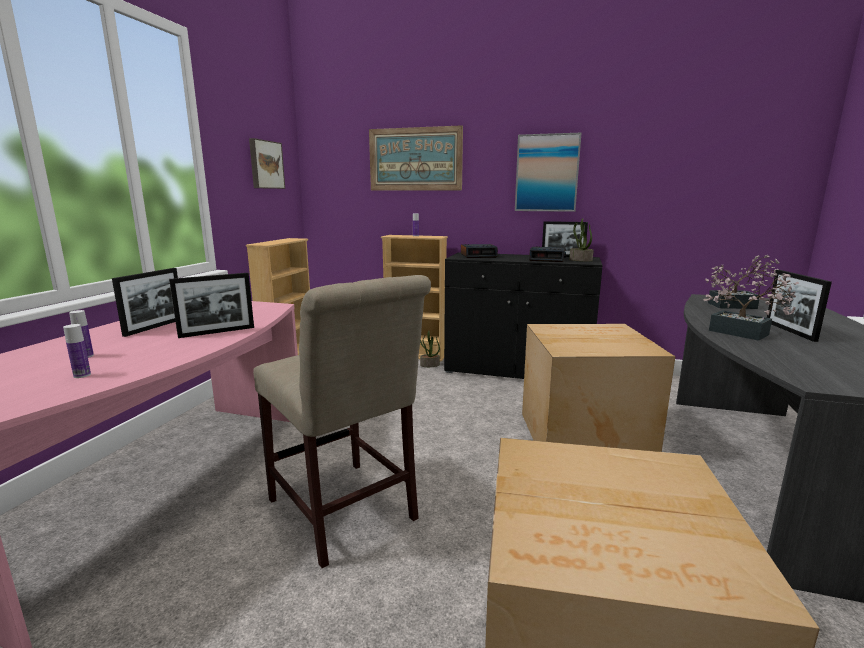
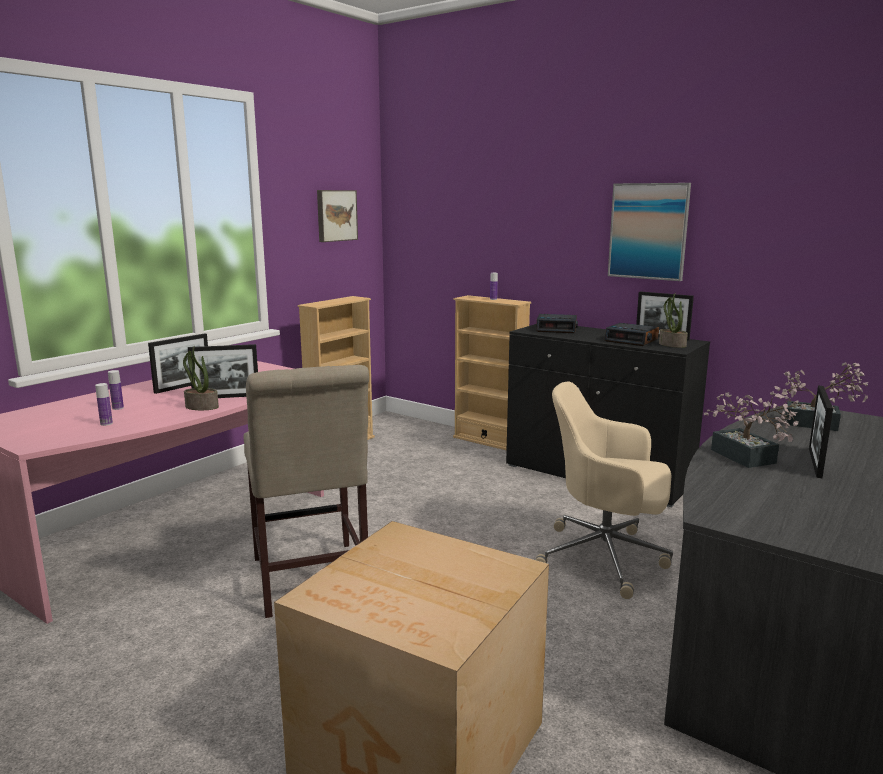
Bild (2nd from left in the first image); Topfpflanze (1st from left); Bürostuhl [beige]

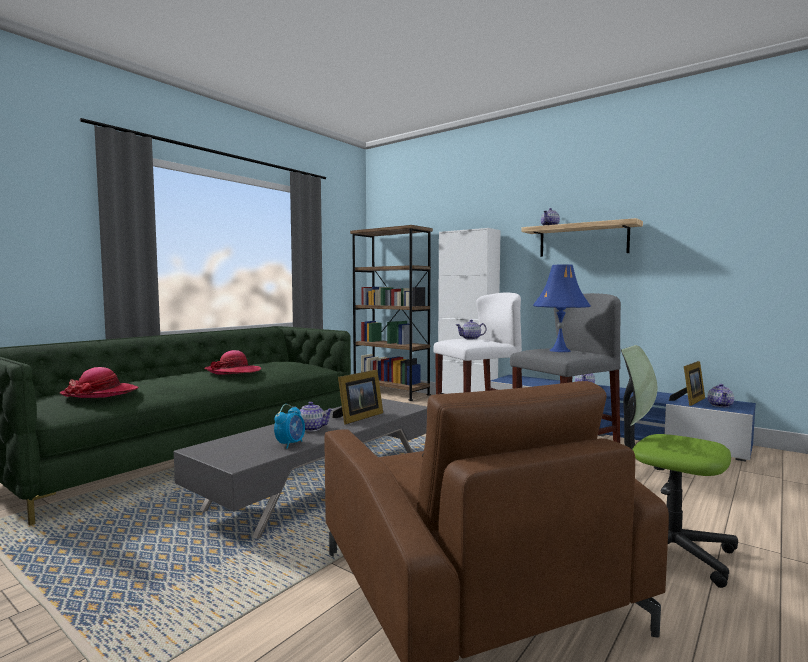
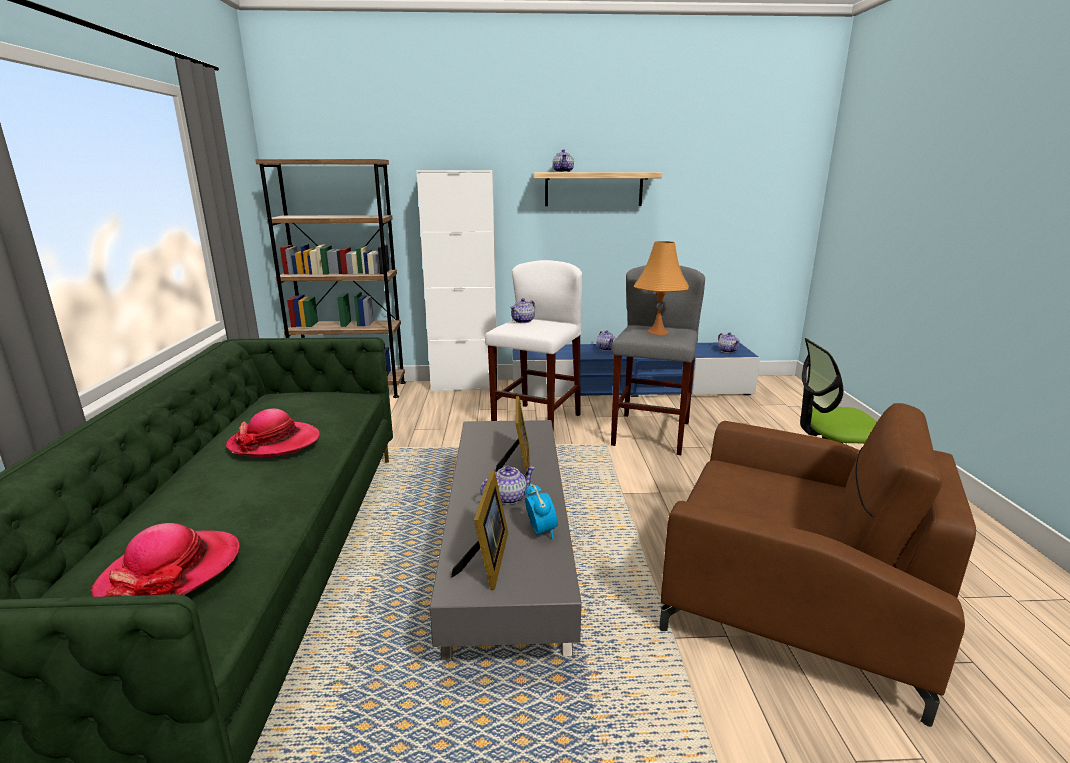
Tischlampe [orange]; Bilderrahmen (1st from left)

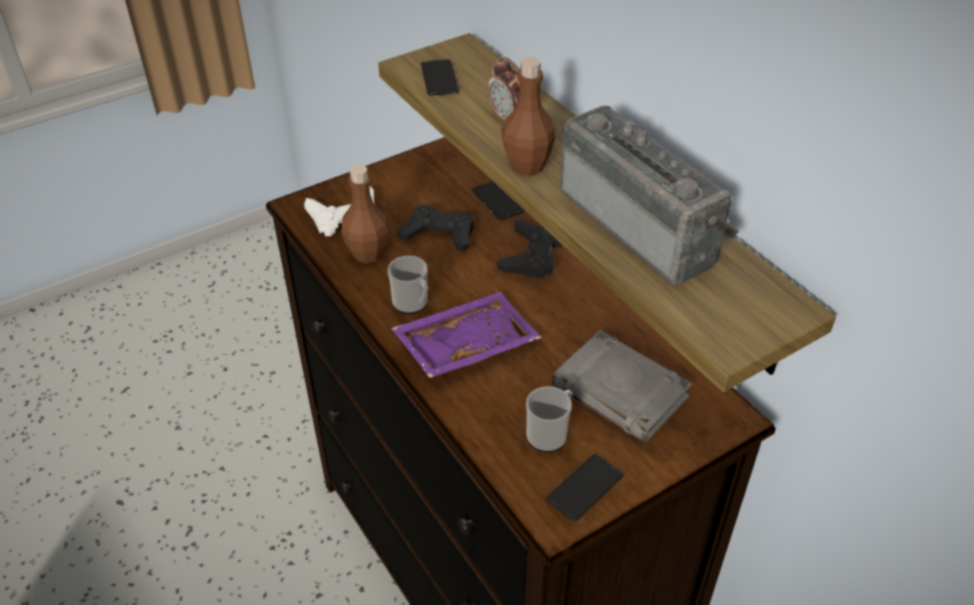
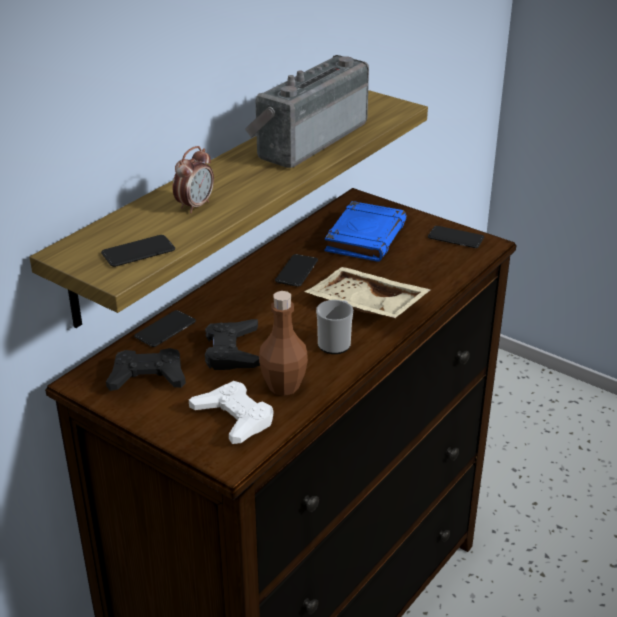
Tablett [beige]; Gamepad [schwarz] (1st from left); Flasche [braun] (2nd from left in the first image); Henkelbecher (2nd from left in the first image); Buch [blau]; Handy (3rd from left)

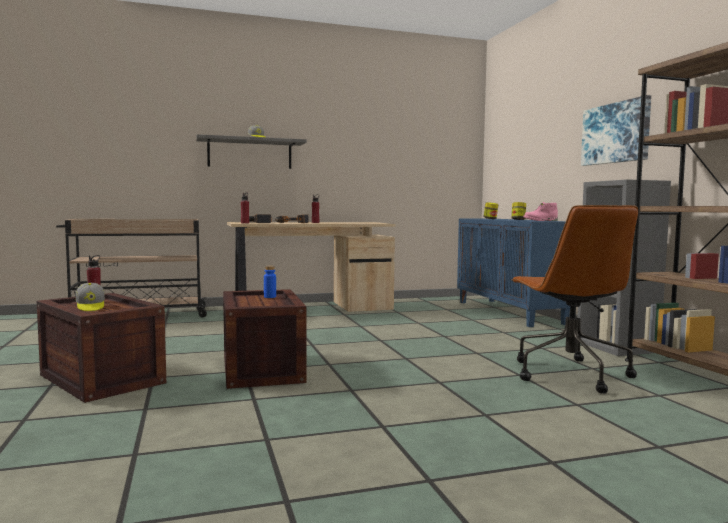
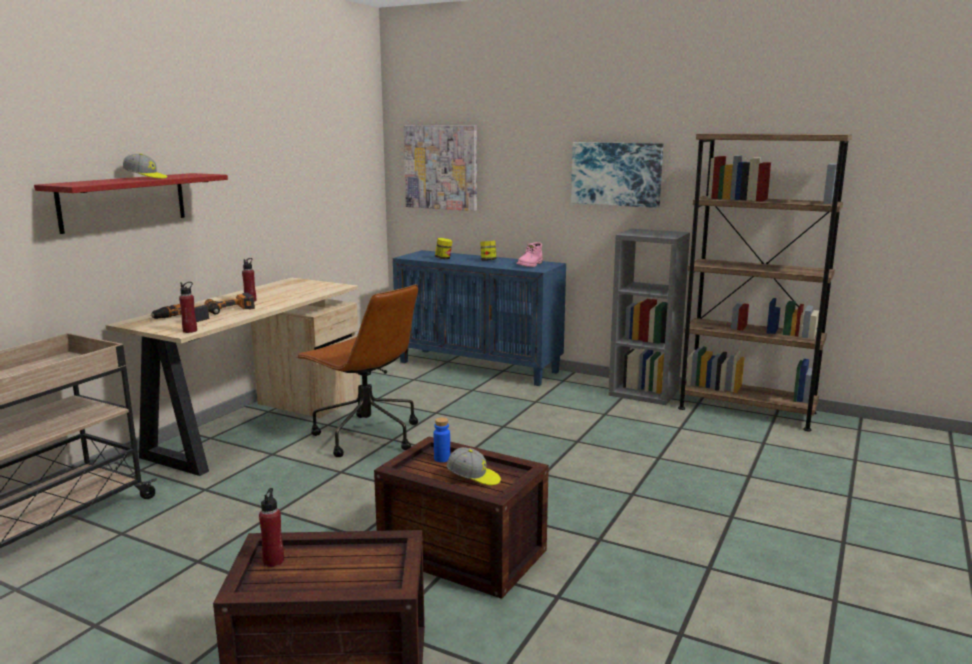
Kappe (2nd from left); Wandregal [rot]; Bürostuhl [braun]; Bild (1st from left)

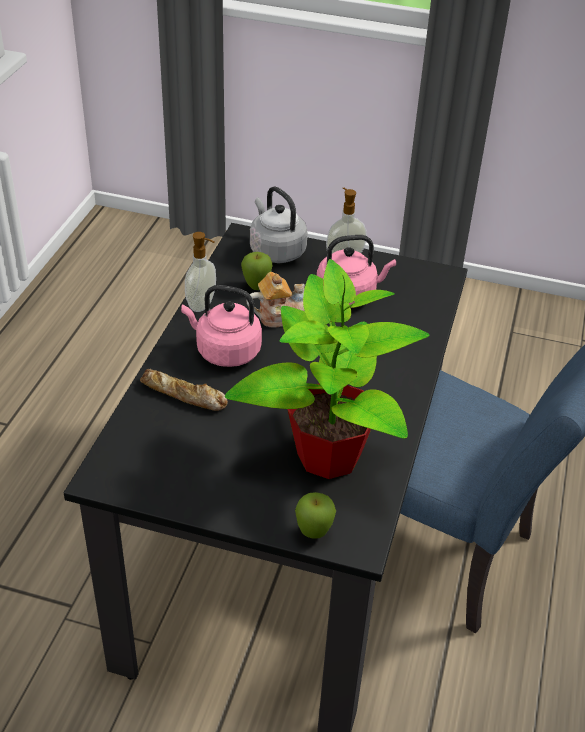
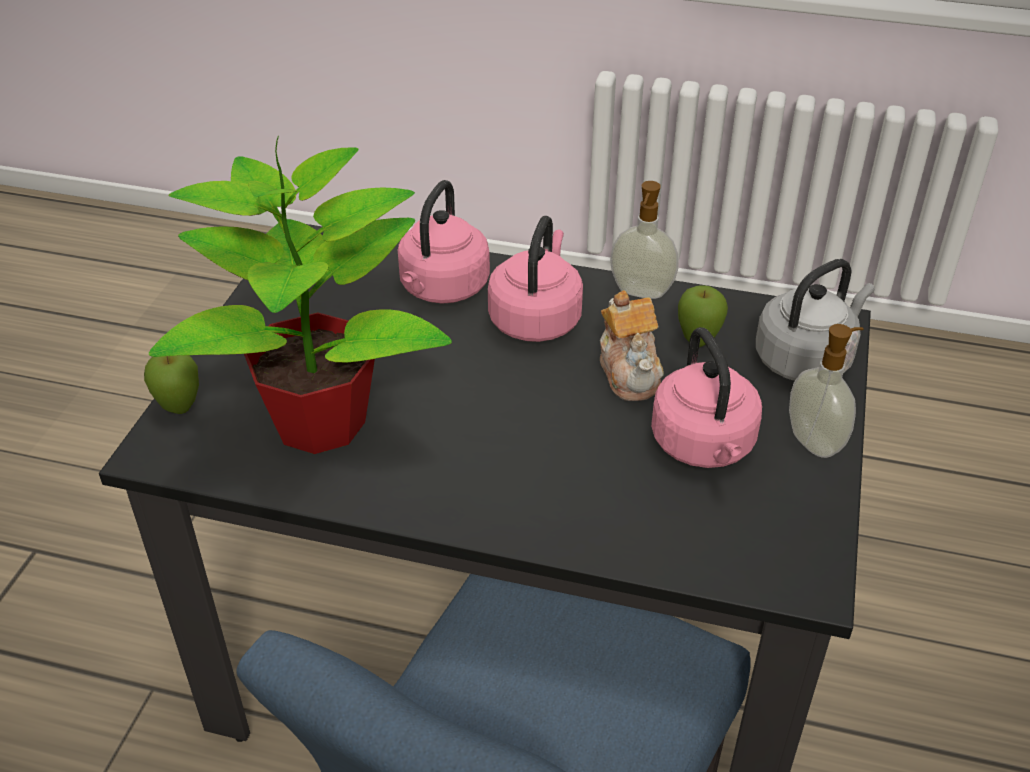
Wasserkessel [rosa] (1st from left)

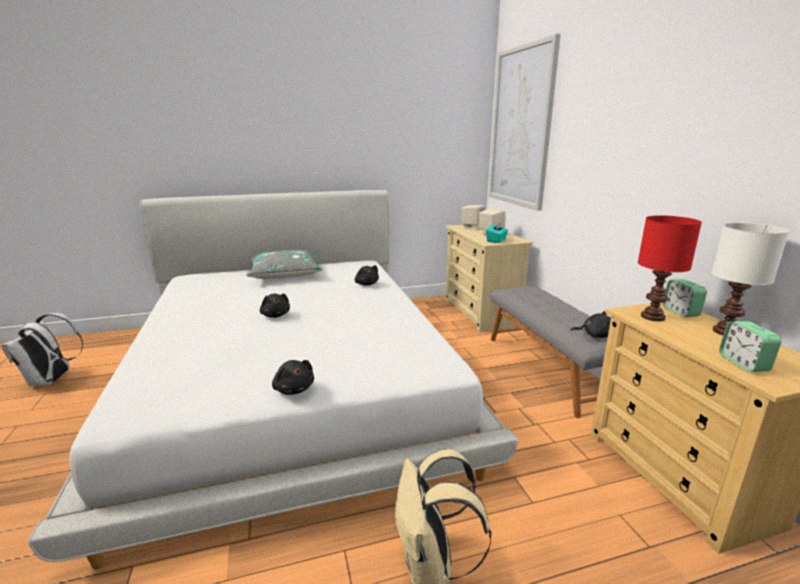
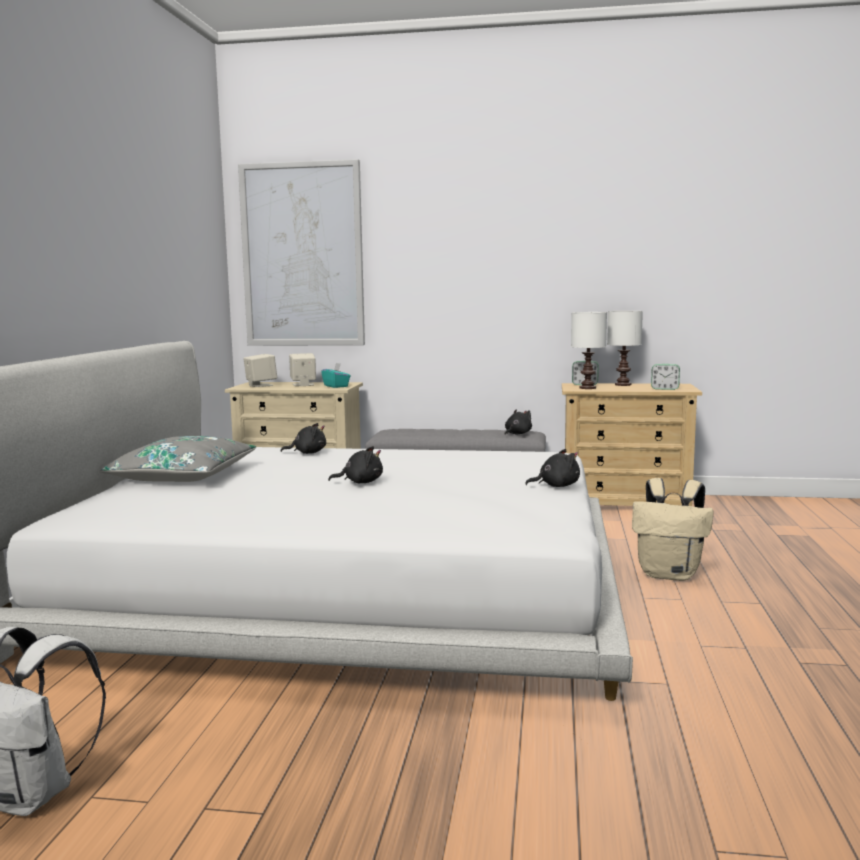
Tischlampe [weiß] (1st from left)

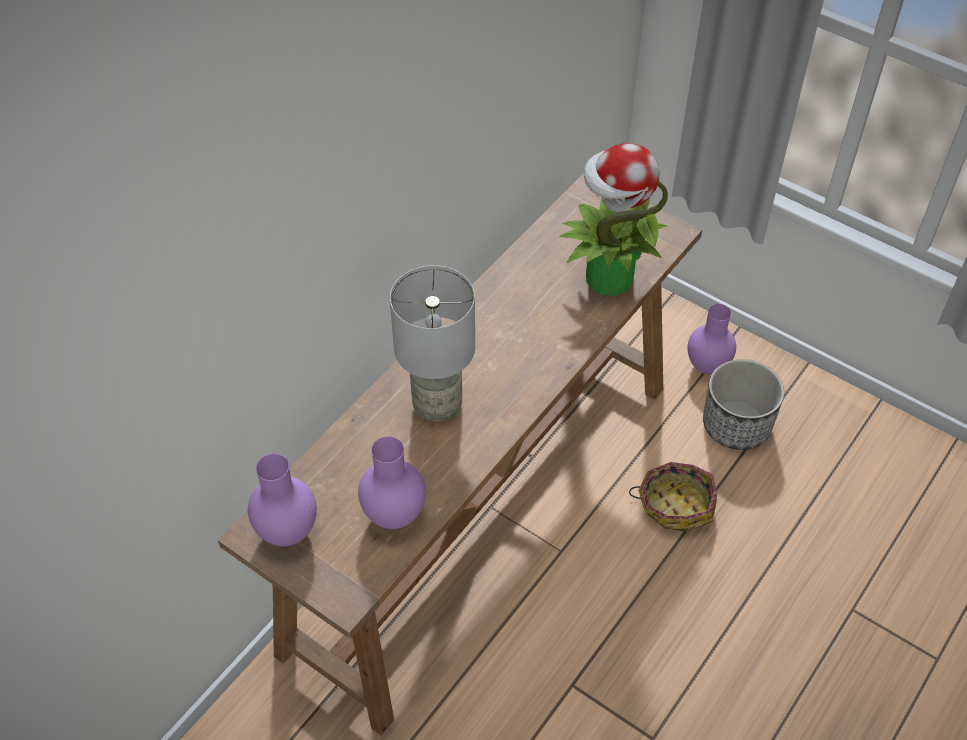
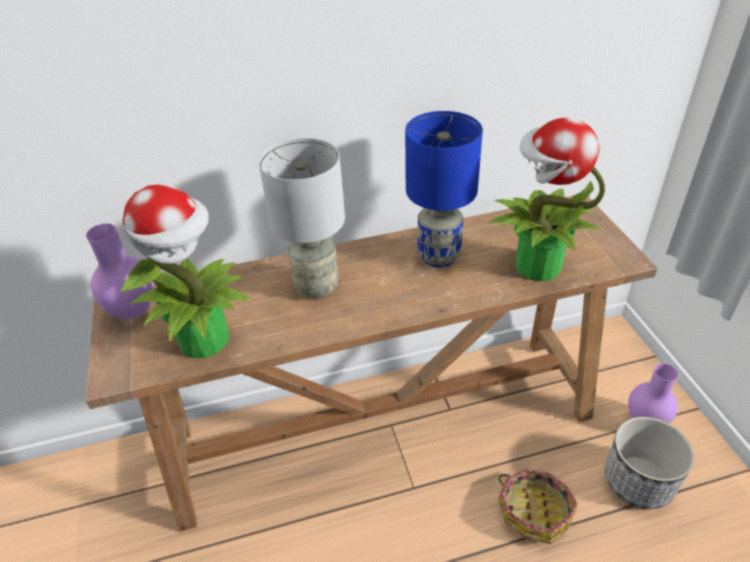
Topfpflanze (1st from left); Tischlampe [blau]

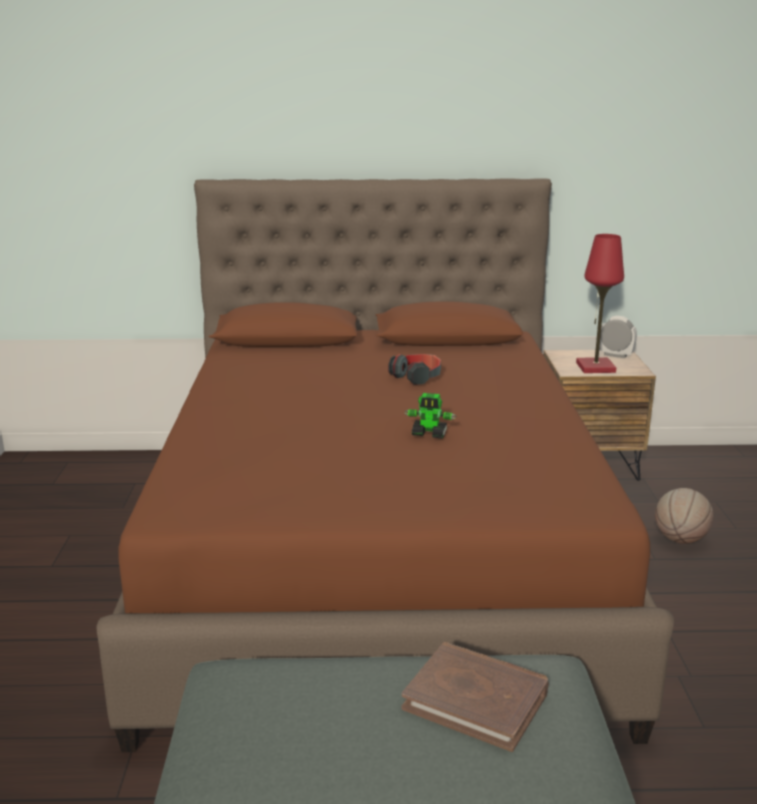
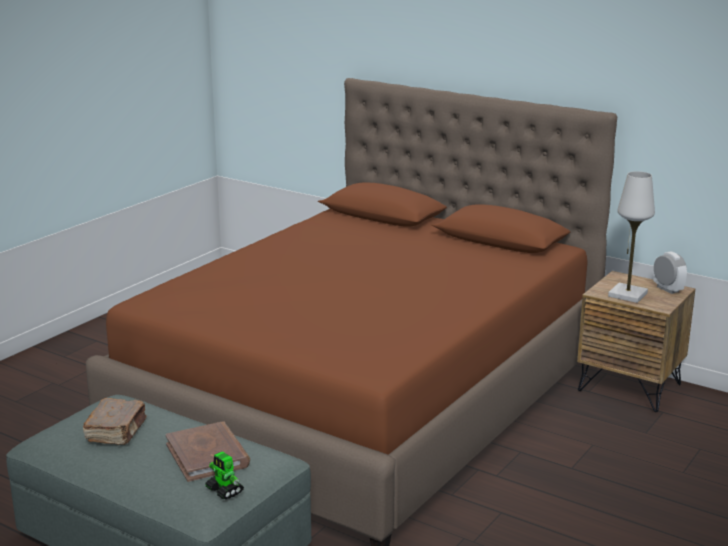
Kopfhörer; Spielzeugroboter; Tischlampe [weiß]; Basketball; Buch [braun] (1st from left)

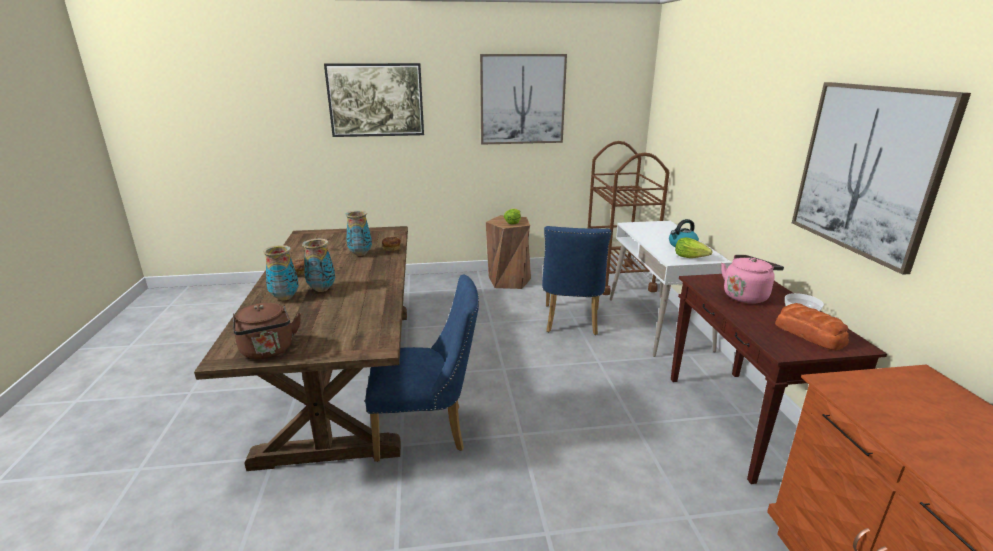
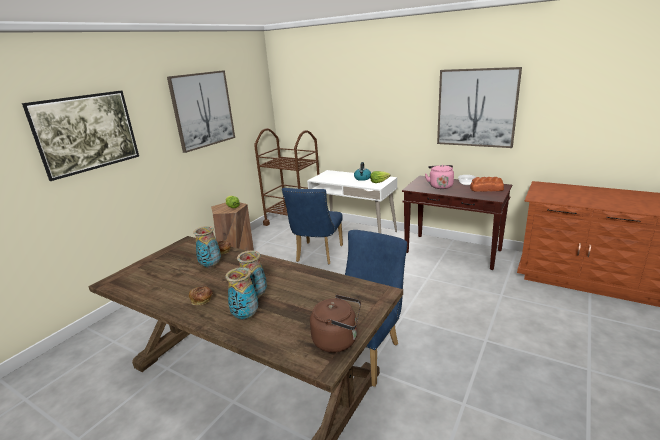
Stuhl [blau] (1st from left)

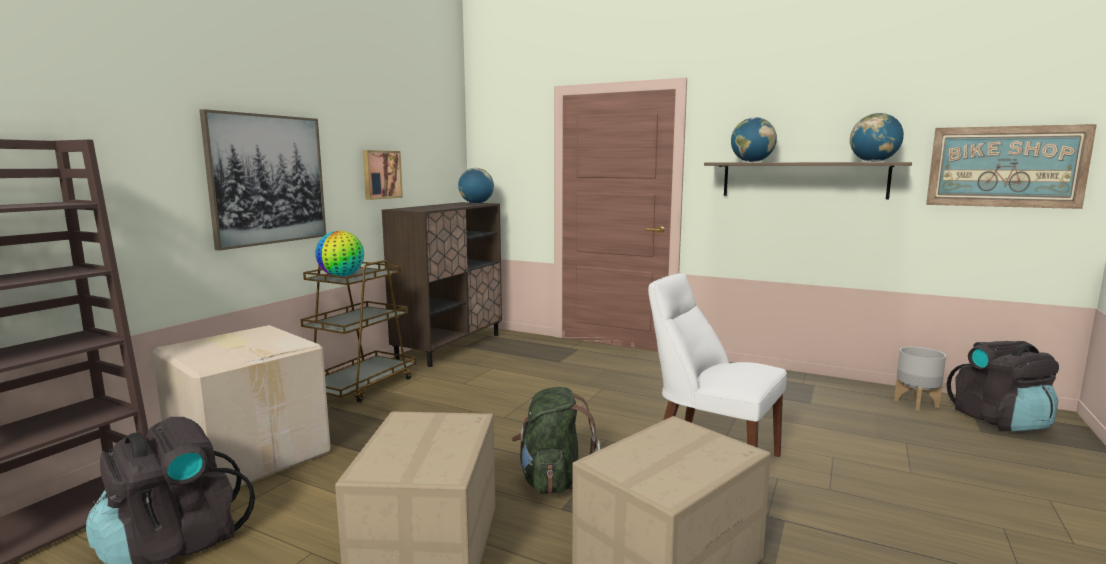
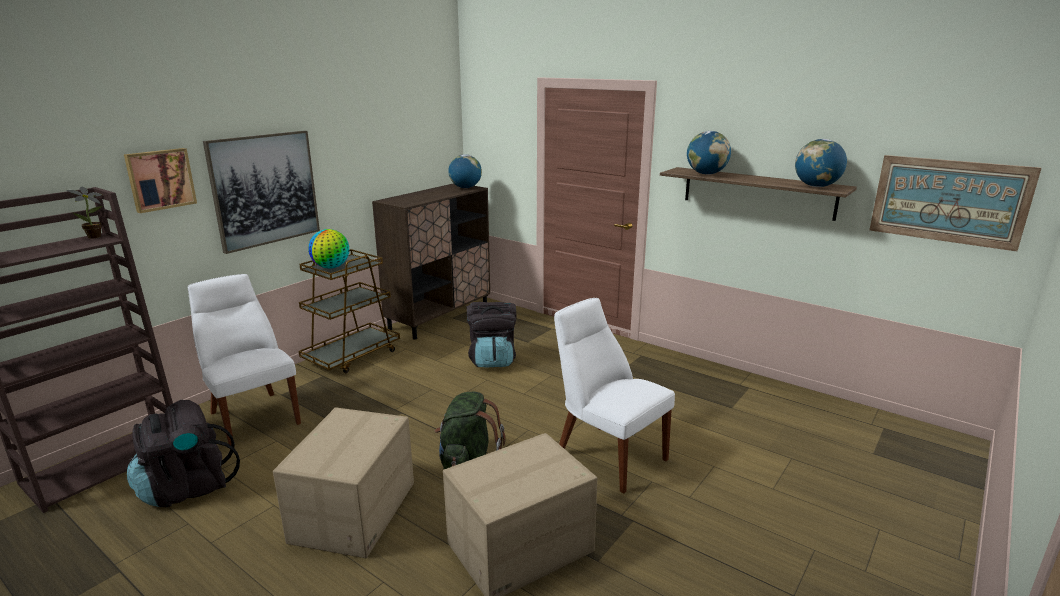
Stuhl [weiß] (1st from left); Bild (1st from left); Pflanzkübel [grau]; Rucksack [schwarz] (2nd from left); Topfpflanze

